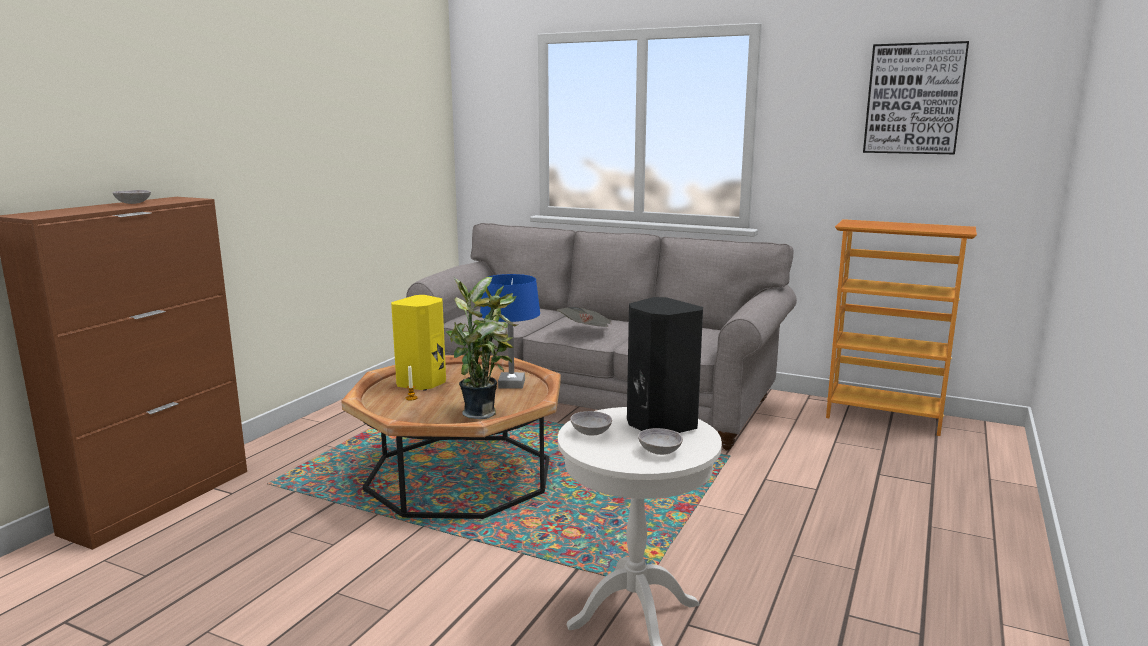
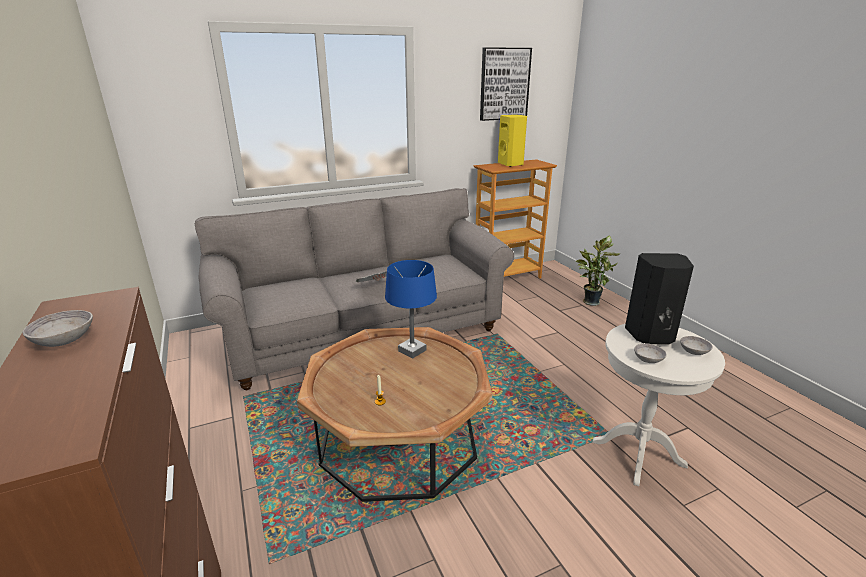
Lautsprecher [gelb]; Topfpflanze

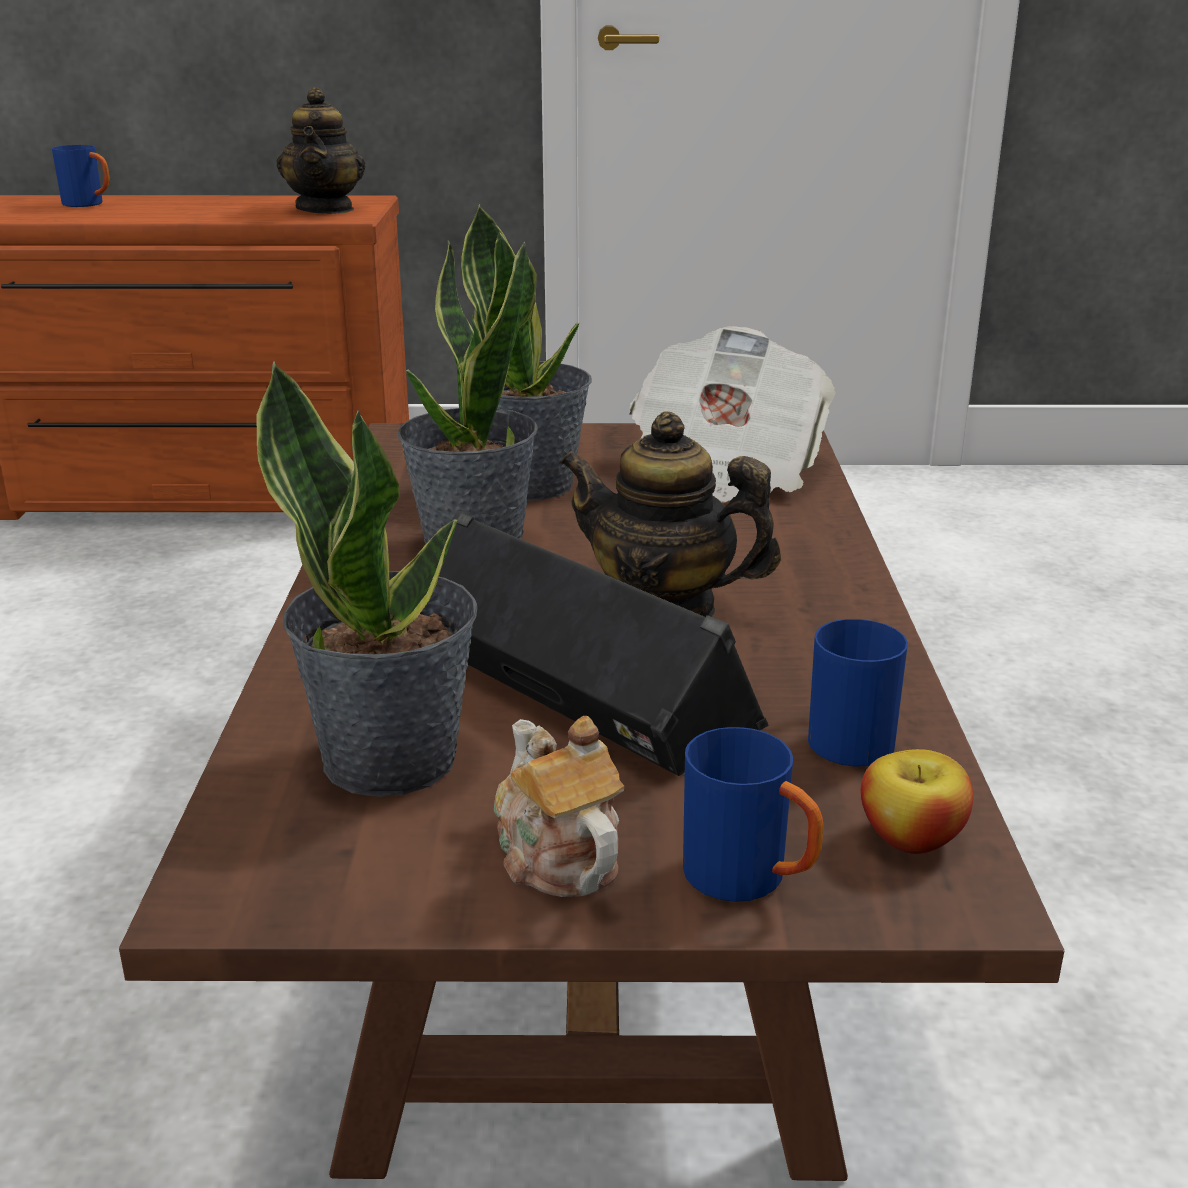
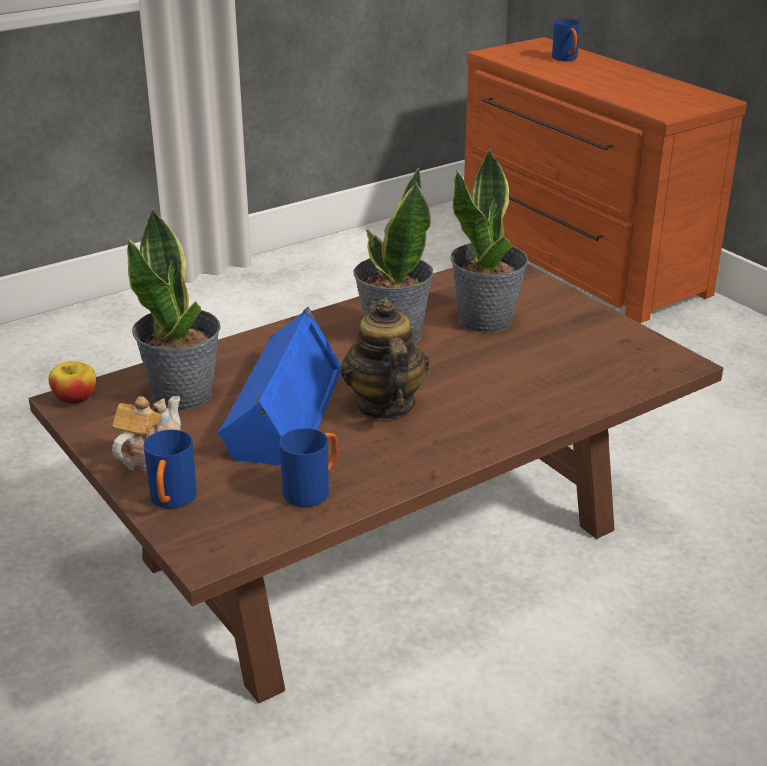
Teekanne (1st from left in the first image); Lautsprecher [blau]; Zeitung; Apfel

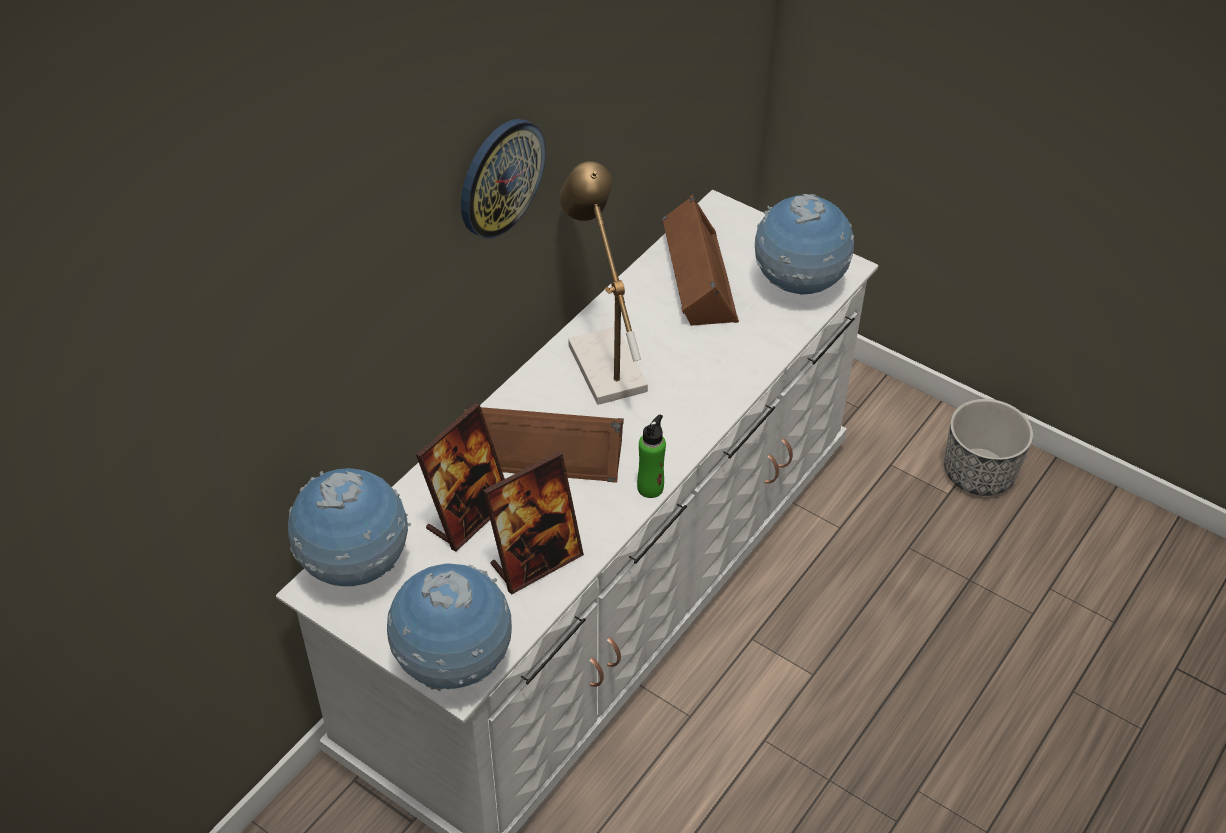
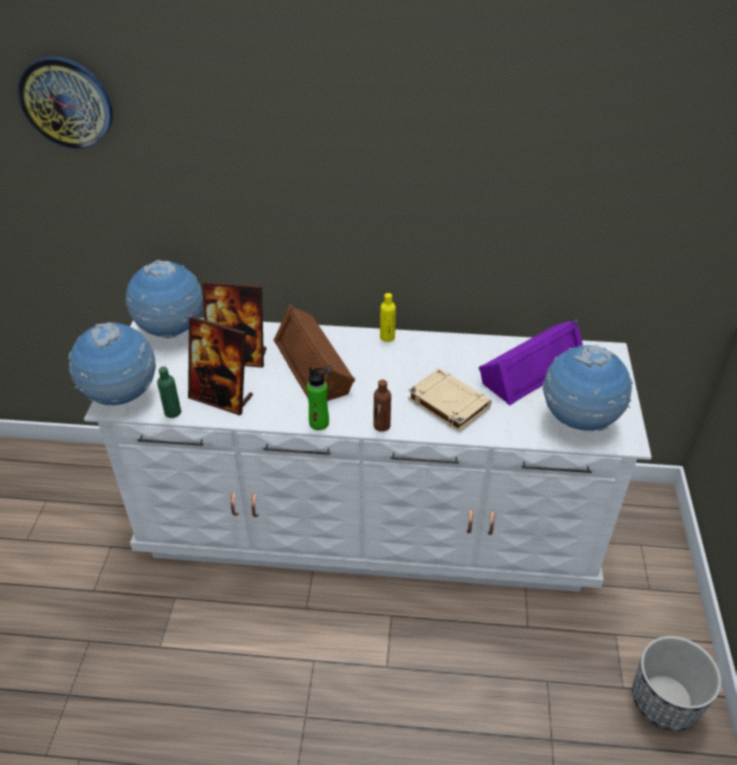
Wanduhr; Tischlampe; Lautsprecher [lila]; Flasche [grün] (1st from left); Flasche [braun]; Flasche [gelb]; Buch [beige]

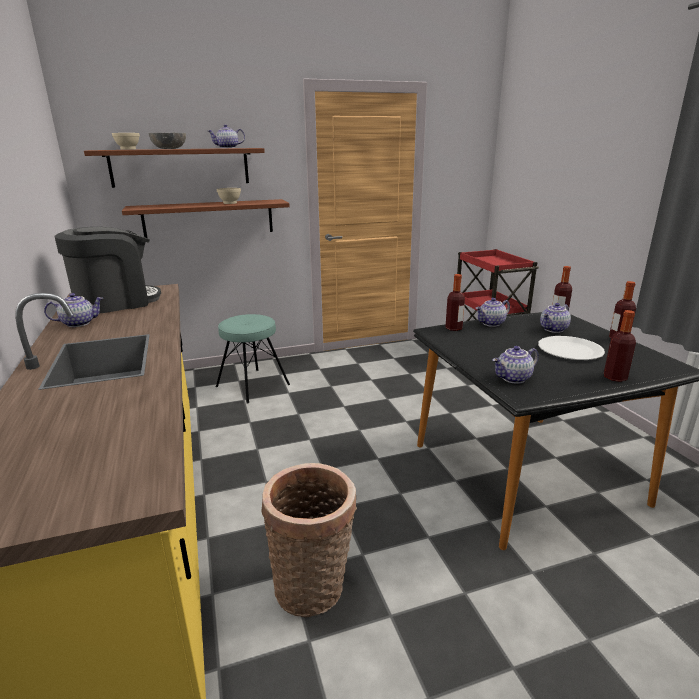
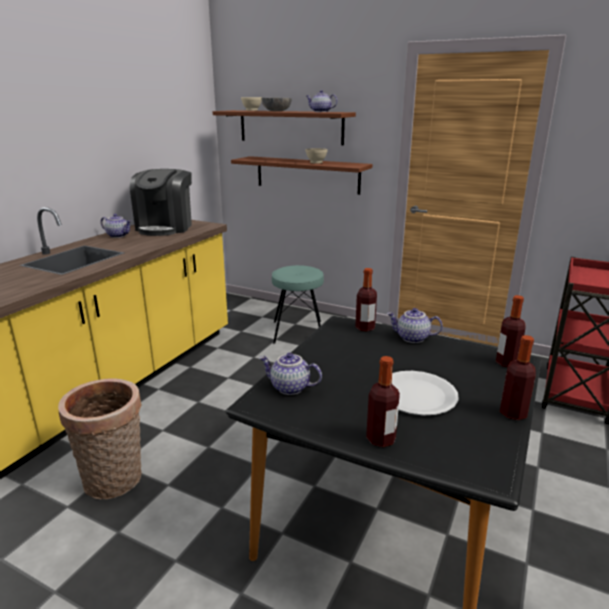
Kaffeemaschine; Teekanne (5th from left in the first image)

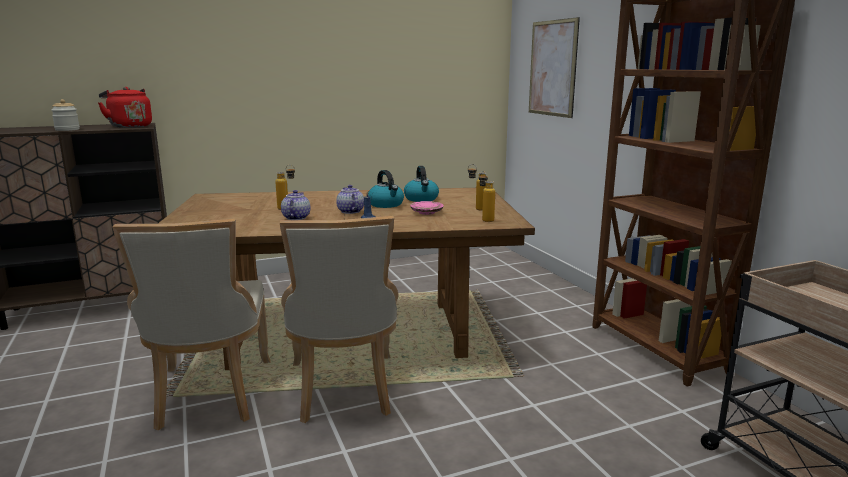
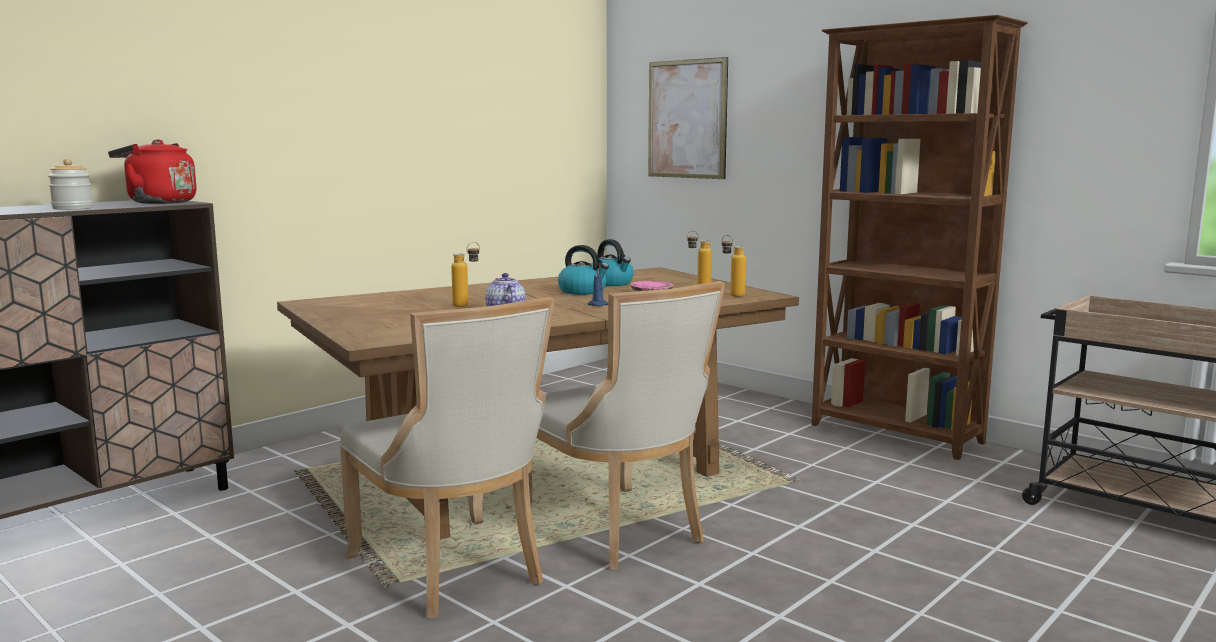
Teekanne (2nd from left in the first image)

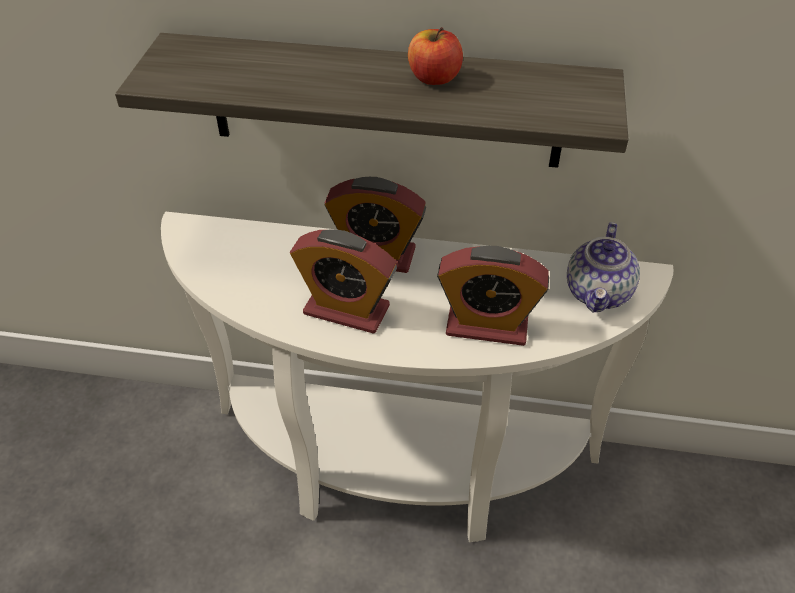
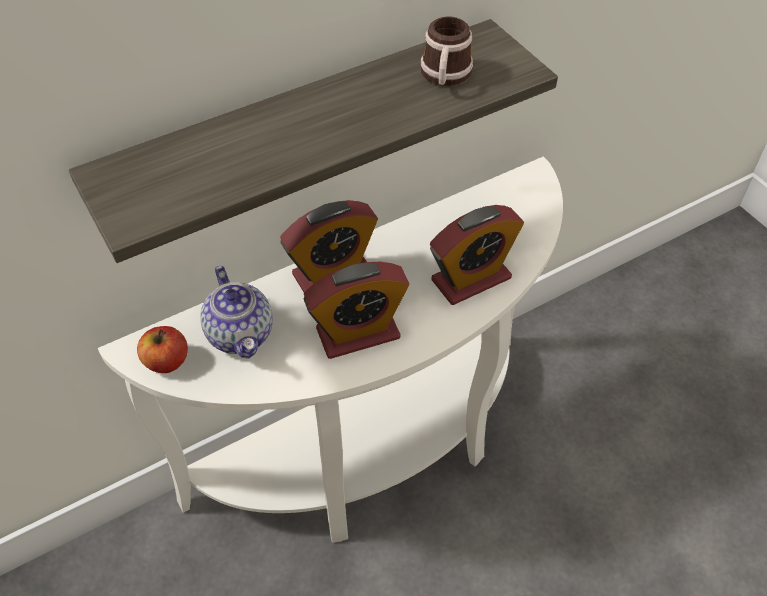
Apfel; Teekanne; Henkelbecher

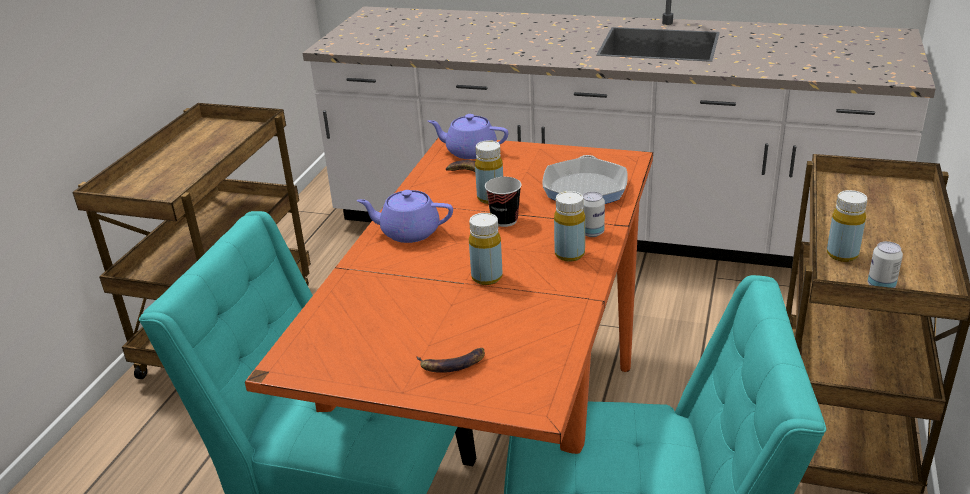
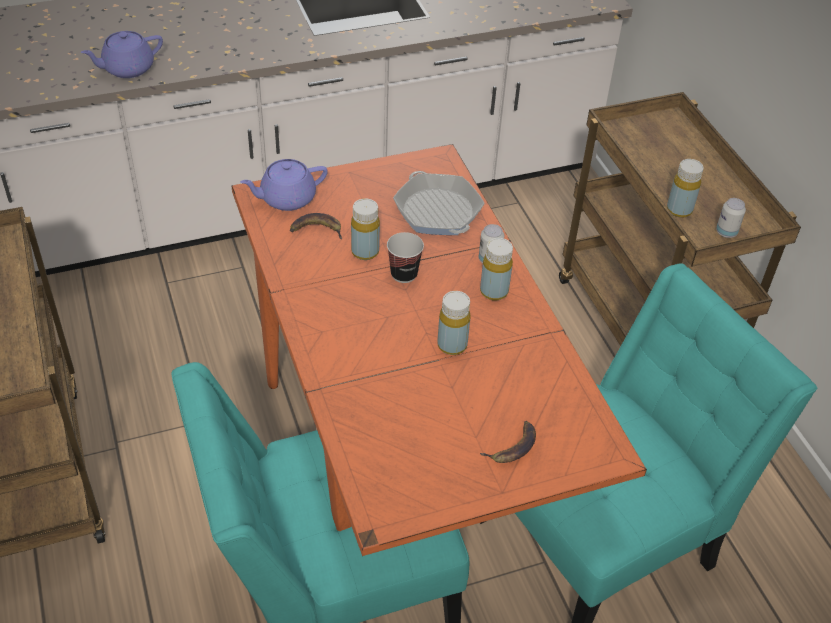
Teekanne [lila] (1st from left)

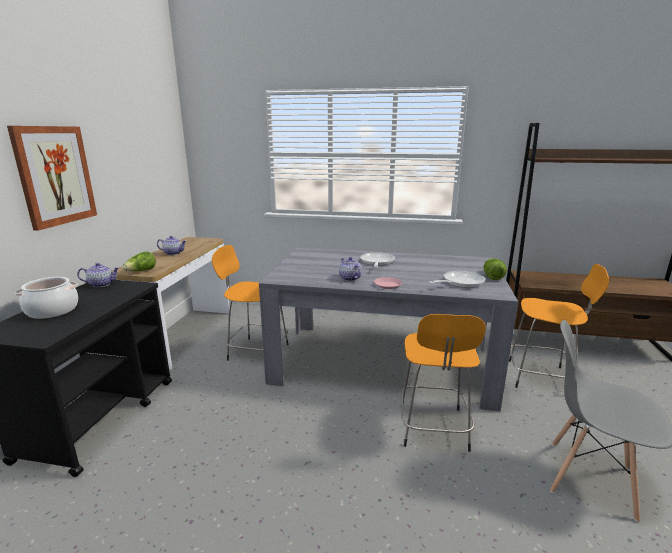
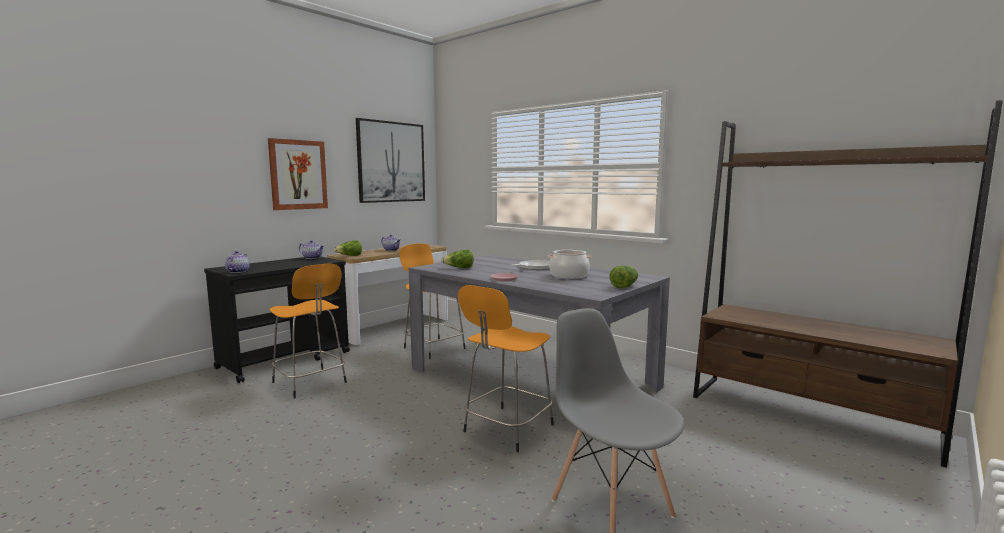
Kochtopf; Teekanne (1st from left); Pfanne (2nd from left in the first image); Hocker [orange] (1st from left); Bild (2nd from left); Salatkopf (2nd from left)

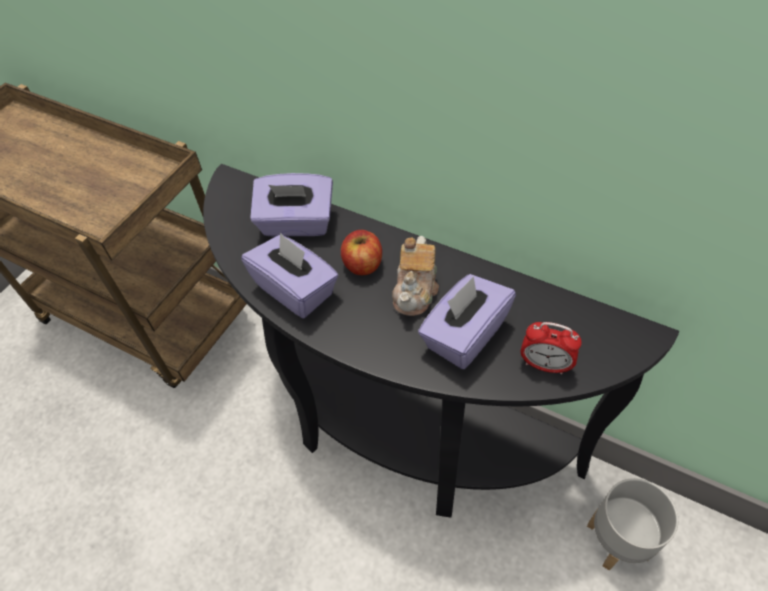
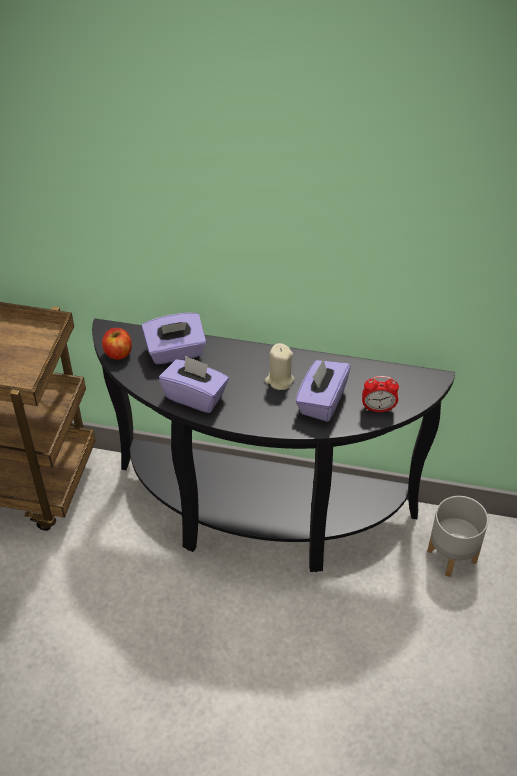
Apfel; Kerze [beige]

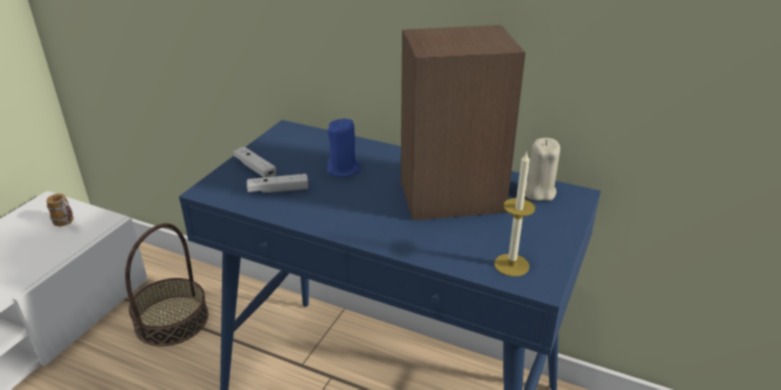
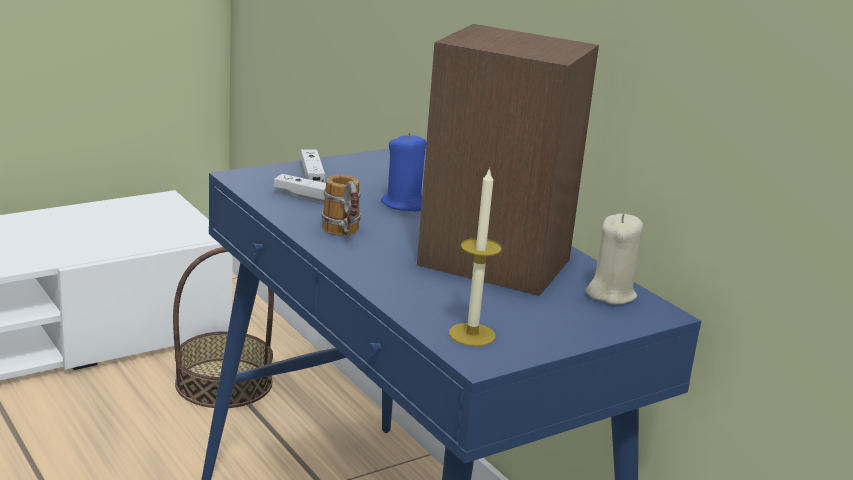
Henkelbecher

